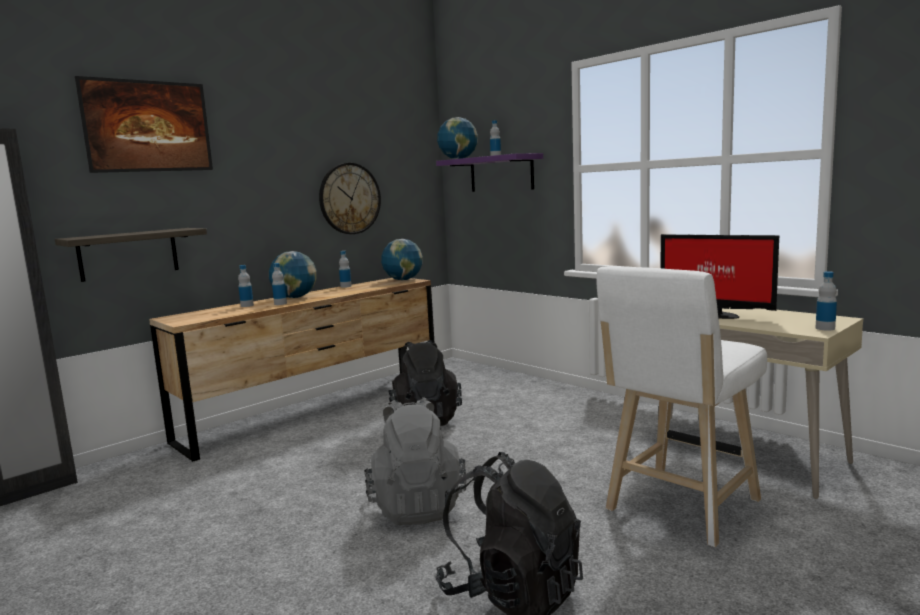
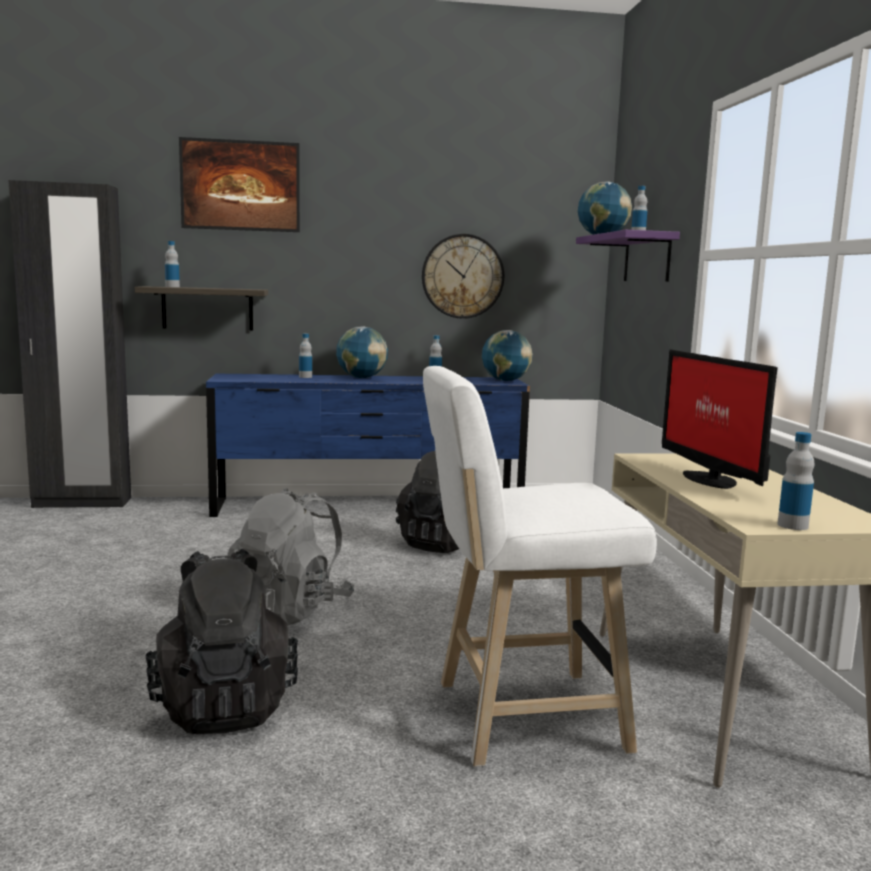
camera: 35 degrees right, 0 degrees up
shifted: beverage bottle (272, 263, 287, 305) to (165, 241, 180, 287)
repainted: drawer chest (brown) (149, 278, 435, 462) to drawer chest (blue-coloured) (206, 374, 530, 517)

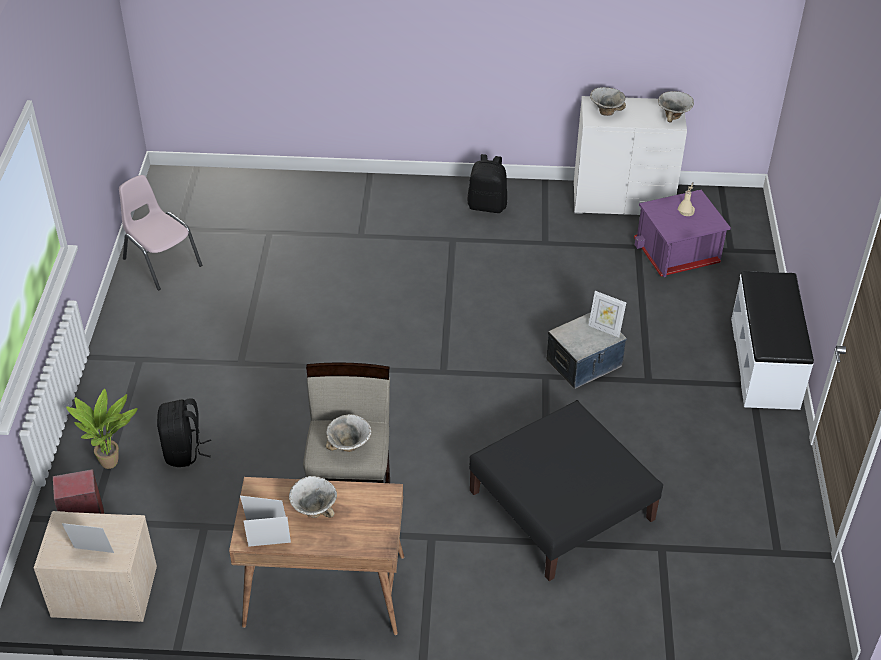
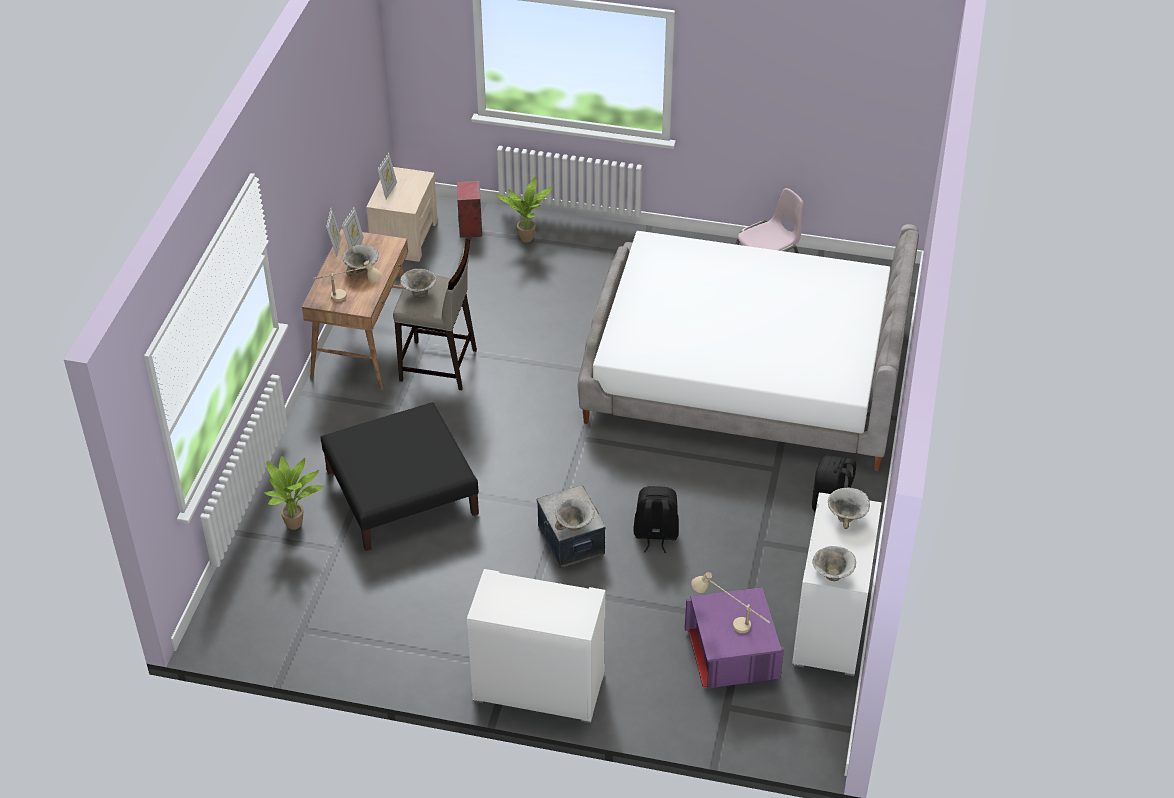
camera: 100 degrees right, 0 degrees up
new: plant in a pot (265, 456, 324, 530); lamp for a table (sand-coloured) (313, 261, 383, 302); sleeping bed (577, 224, 919, 471)
shifted: backpack (black-coloured) (157, 398, 211, 467) to (633, 486, 679, 553)
swapped: photo frame (588, 291, 626, 337) to serving bowl (555, 498, 595, 531); indoor bench (white) (731, 271, 814, 410) to drawer chest (white) (467, 569, 605, 723)

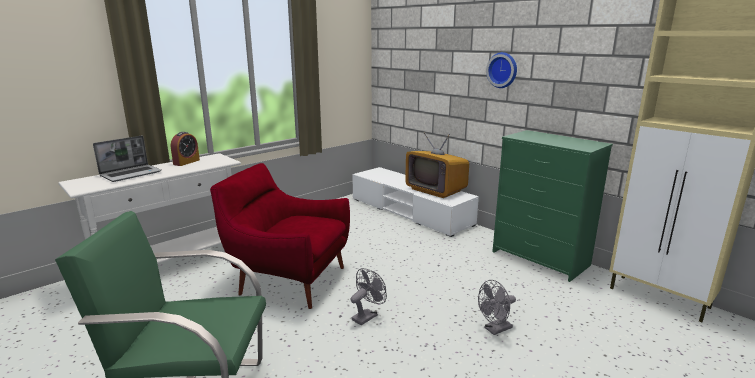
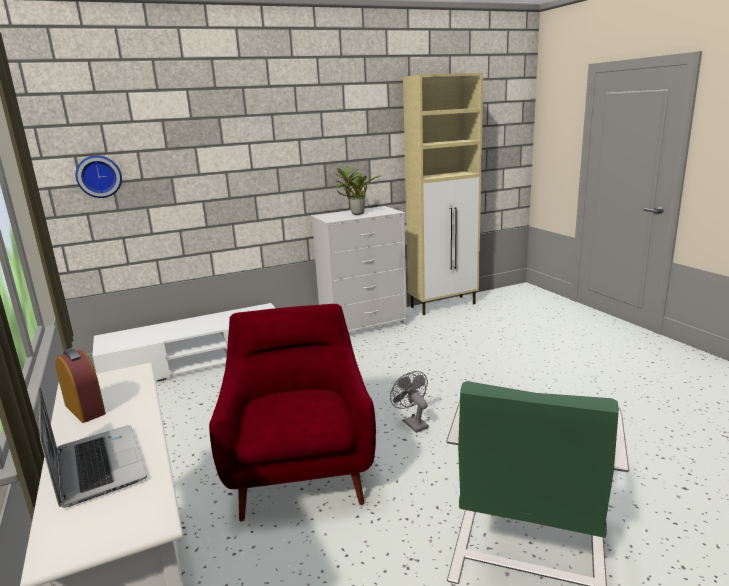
camera: 70 degrees left, 0 degrees up
gone: TV set (405, 132, 469, 198); electric fan (grey) (478, 280, 516, 335)
new: plant in a pot (334, 166, 380, 215)
shifted: wall clock (486, 52, 517, 88) to (76, 155, 122, 198)
repainted: drawer chest (green-coloured) (492, 130, 613, 282) to drawer chest (white) (311, 206, 407, 332)
rotated: easy chair (red) (210, 163, 350, 309) = (209, 304, 376, 522) 135 degrees clockwise

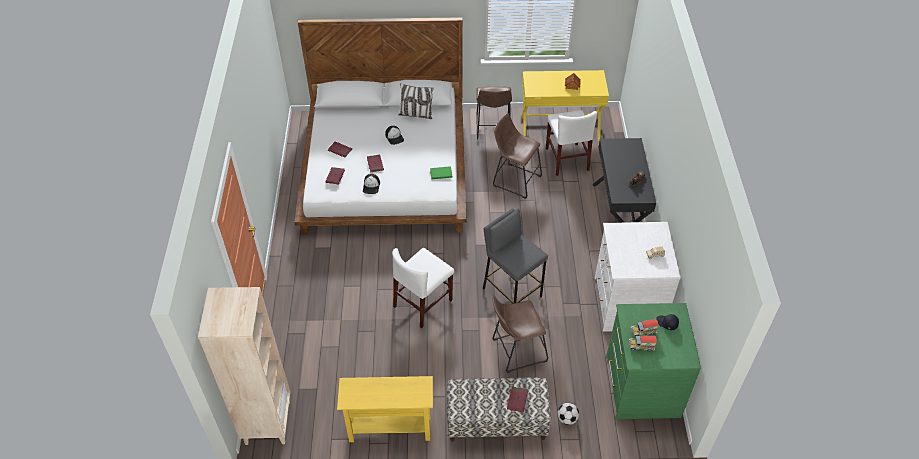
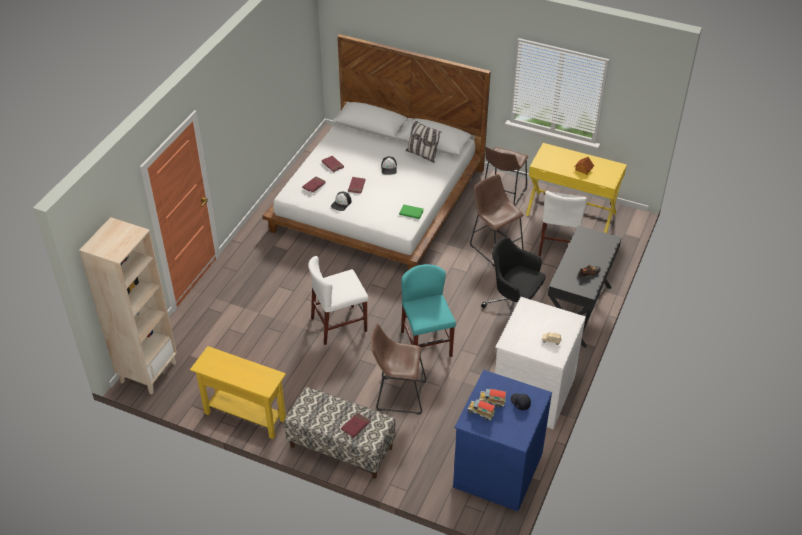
camera: 25 degrees right, 5 degrees down
gone: football ball (557, 403, 579, 425)
new: office chair (black-coloured) (481, 237, 545, 319)
swapped: stool seat (grey) (482, 209, 548, 304) to upright chair (turquoise) (401, 264, 456, 357)
repainted: drawer chest (green-coloured) (606, 303, 701, 419) to drawer chest (blue-coloured) (453, 370, 552, 511)

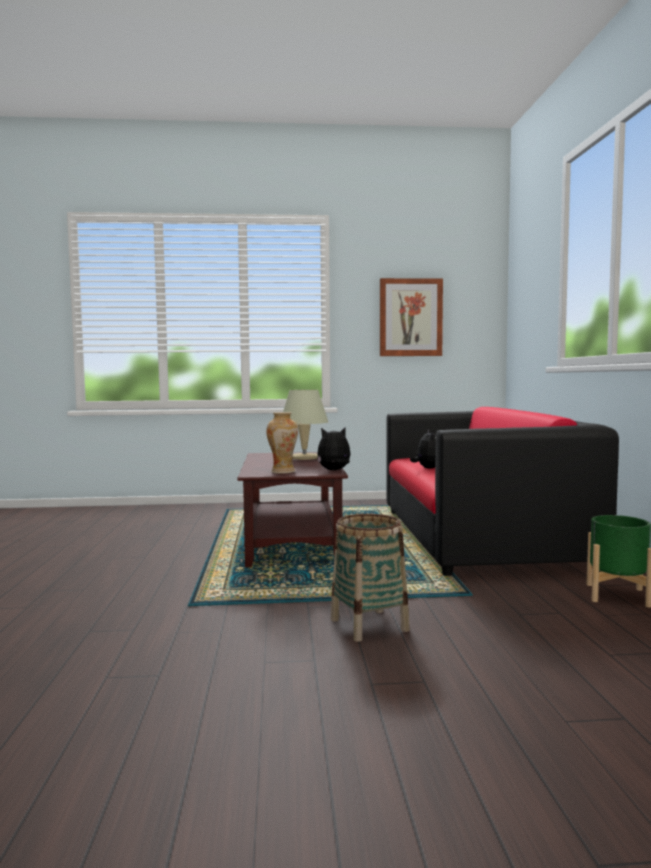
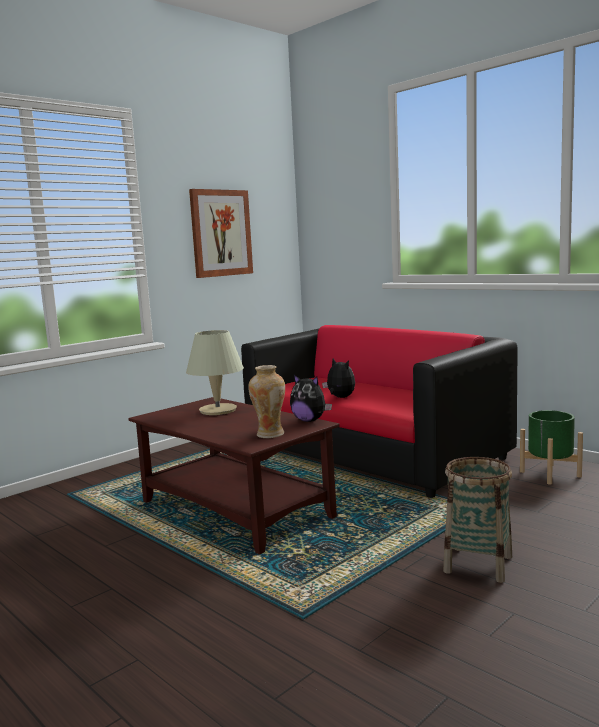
camera: 40 degrees left, 5 degrees up
rotated: plush toy (317, 428, 351, 470) = (290, 375, 332, 422) 90 degrees counterclockwise

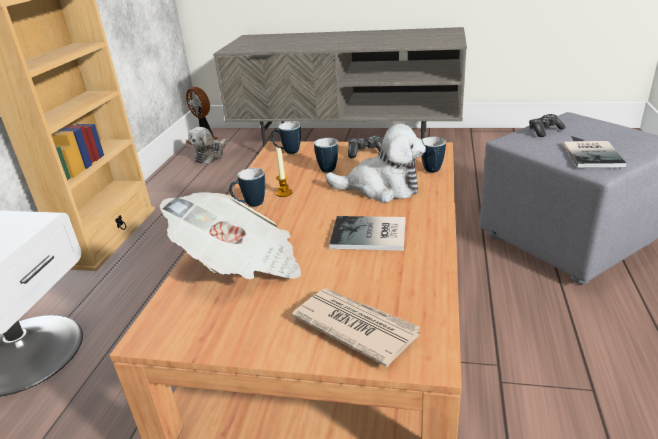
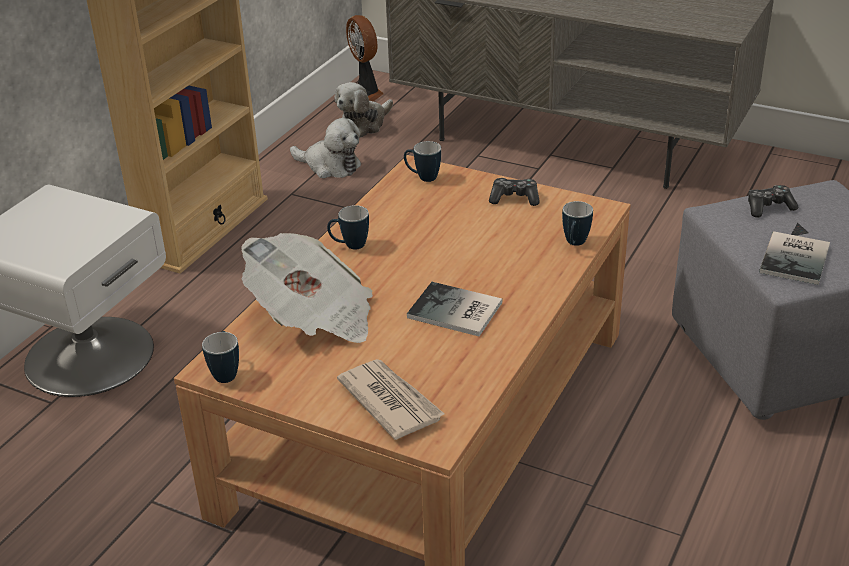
camera: 15 degrees right, 5 degrees up
gone: candle (276, 147, 292, 197)
shifted: coffee mug (314, 138, 338, 172) to (202, 331, 239, 383); plush toy (325, 124, 426, 203) to (290, 118, 361, 178)

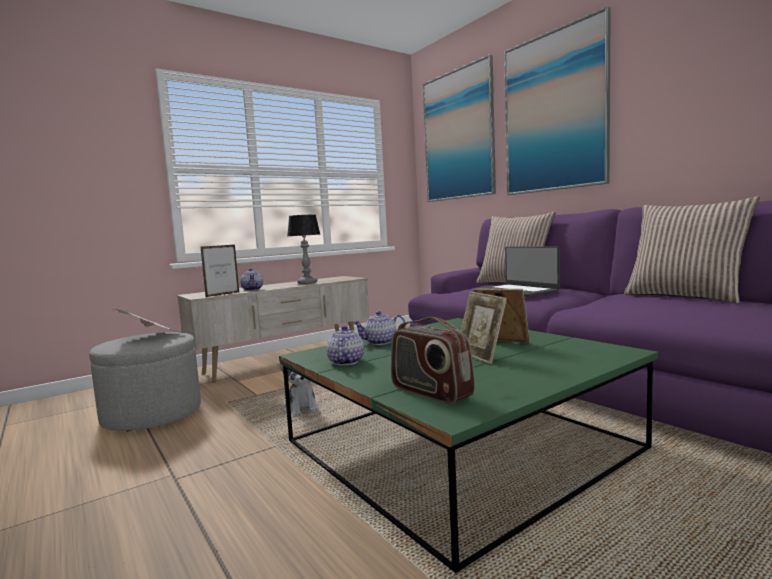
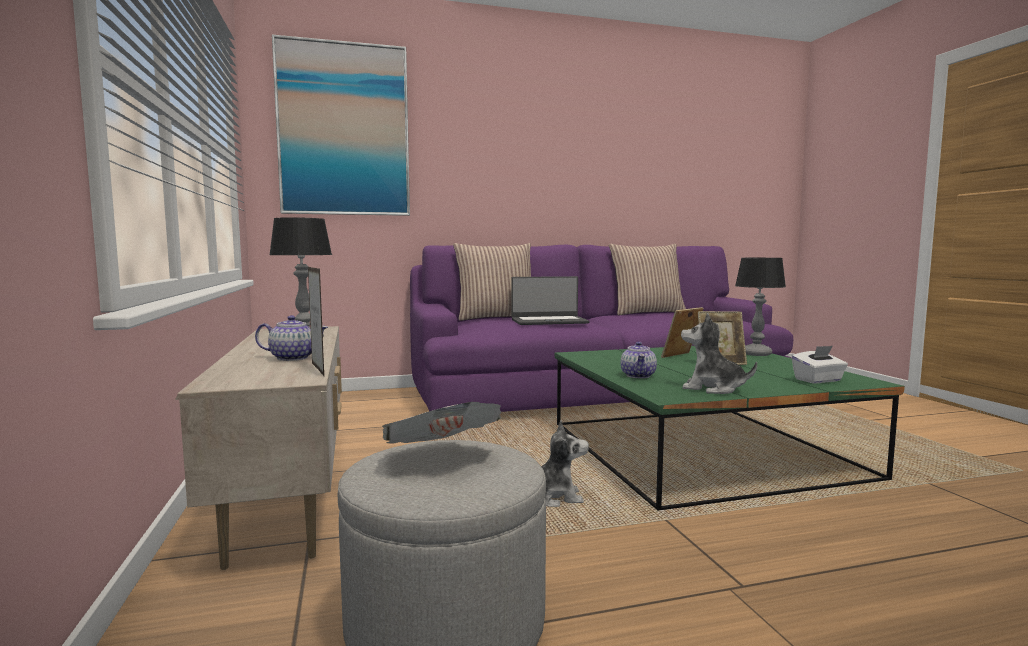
camera: 70 degrees left, 0 degrees up
gone: picture (504, 6, 611, 195)
new: lamp for a table (735, 258, 786, 356)
swapped: pot for tea (326, 326, 364, 366) to plush toy (681, 313, 757, 394); radio receiver (391, 317, 475, 404) to tissue box (white) (792, 346, 848, 384)

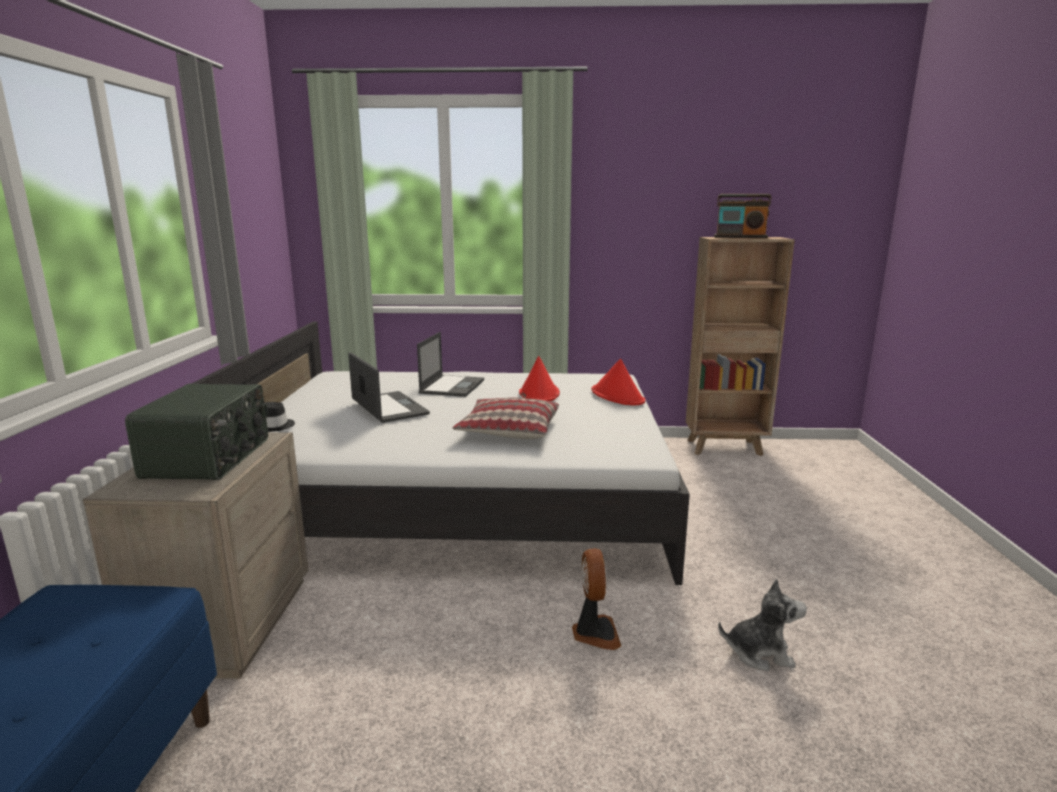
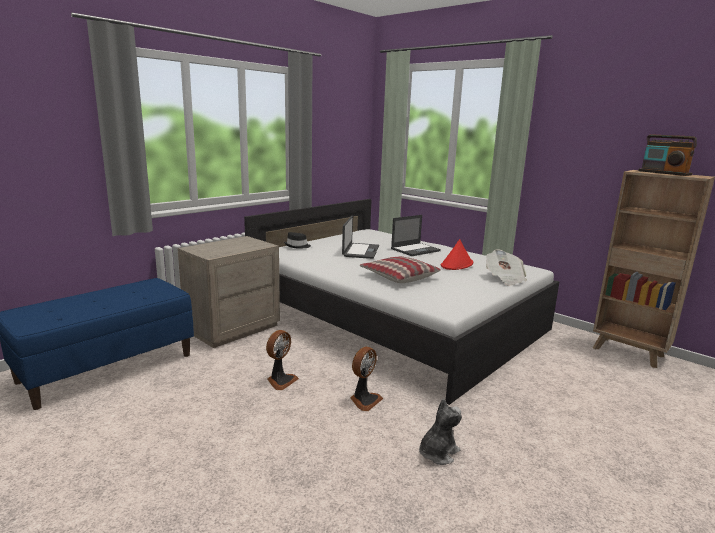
camera: 40 degrees right, 0 degrees up
gone: radio receiver (125, 384, 268, 480)
new: electric fan (266, 330, 299, 390)
swapped: hat (red) (591, 359, 645, 405) to printed paper (486, 249, 527, 286)
rotated: plush toy (718, 579, 807, 671) = (419, 399, 462, 465) 90 degrees counterclockwise

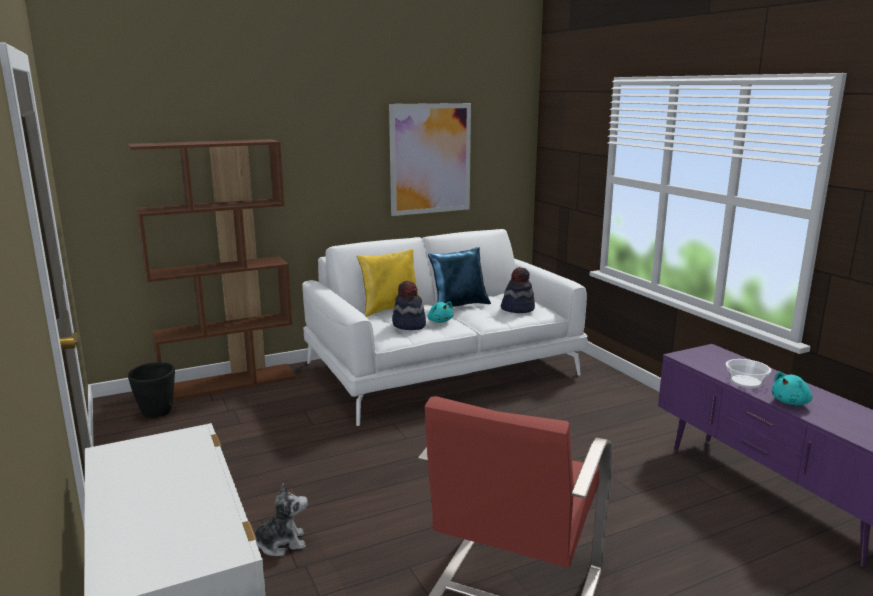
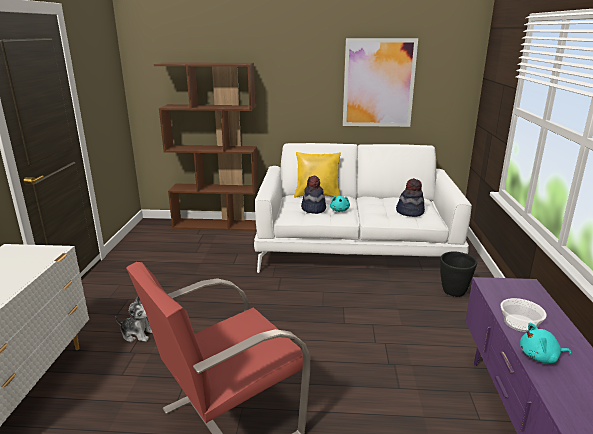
camera: 30 degrees right, 5 degrees up
gone: throw pillow (blue-coloured) (428, 247, 491, 307)
shifted: flower pot (black-coloured) (128, 362, 175, 418) to (440, 251, 477, 297)

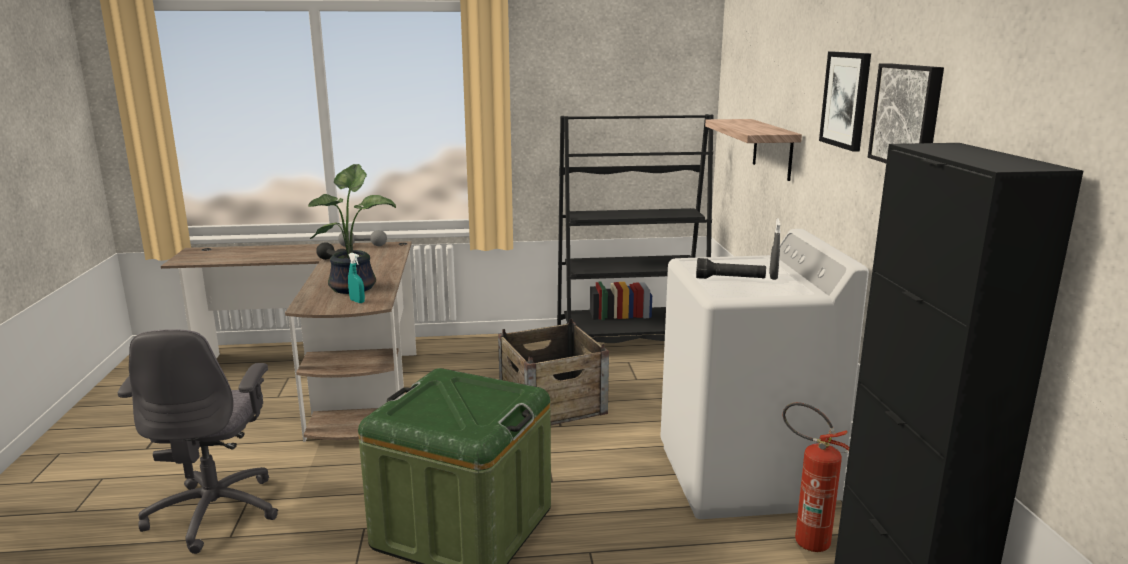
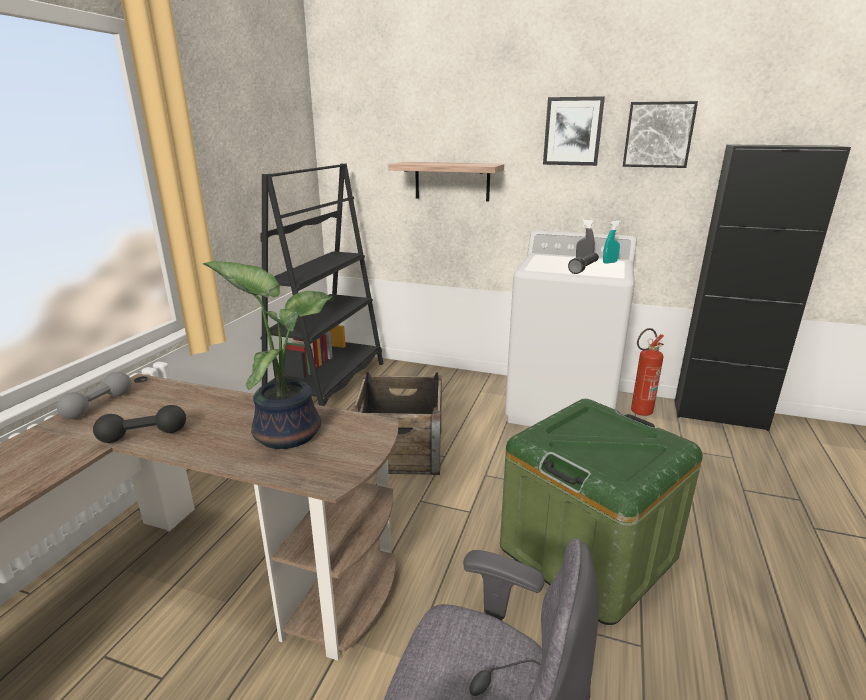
camera: 65 degrees left, 5 degrees up
shifted: sprayer (turquoise) (348, 253, 365, 303) to (603, 220, 622, 264)

